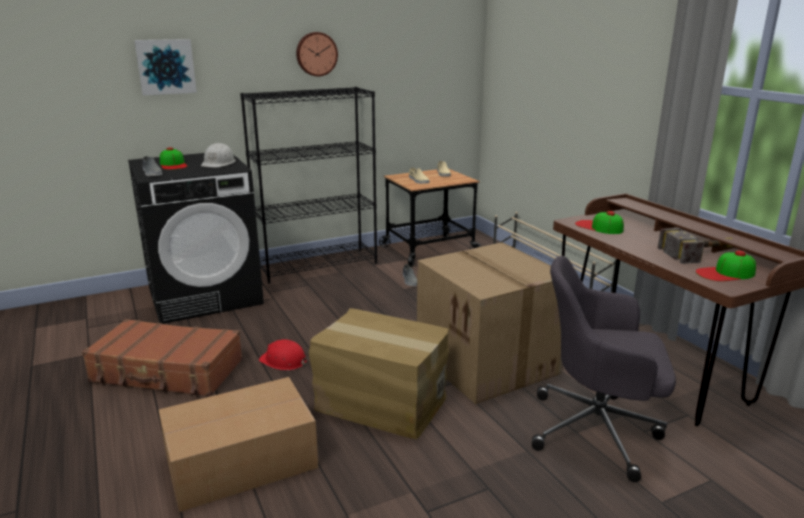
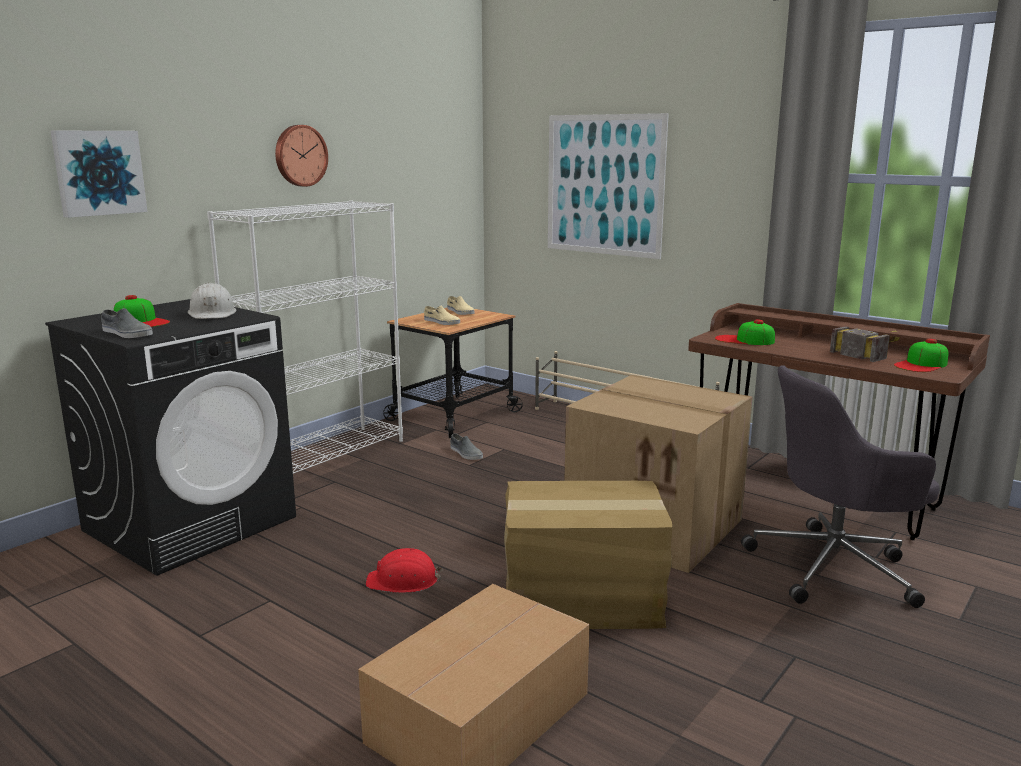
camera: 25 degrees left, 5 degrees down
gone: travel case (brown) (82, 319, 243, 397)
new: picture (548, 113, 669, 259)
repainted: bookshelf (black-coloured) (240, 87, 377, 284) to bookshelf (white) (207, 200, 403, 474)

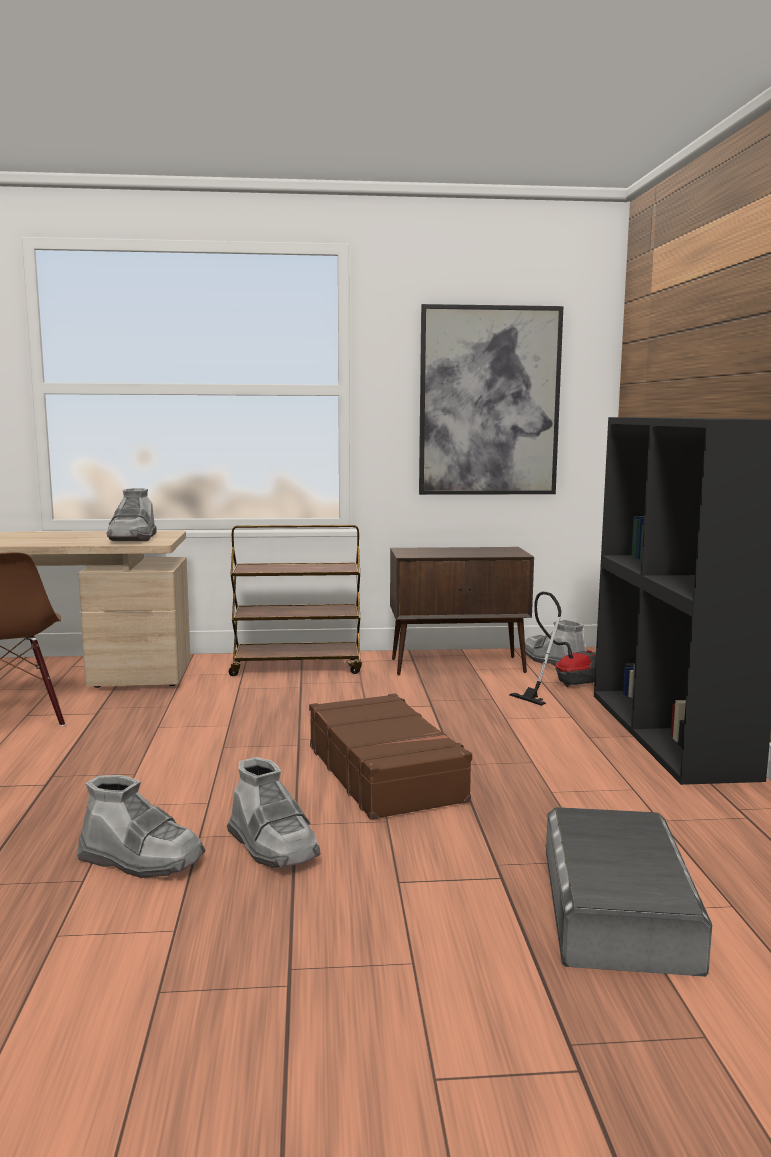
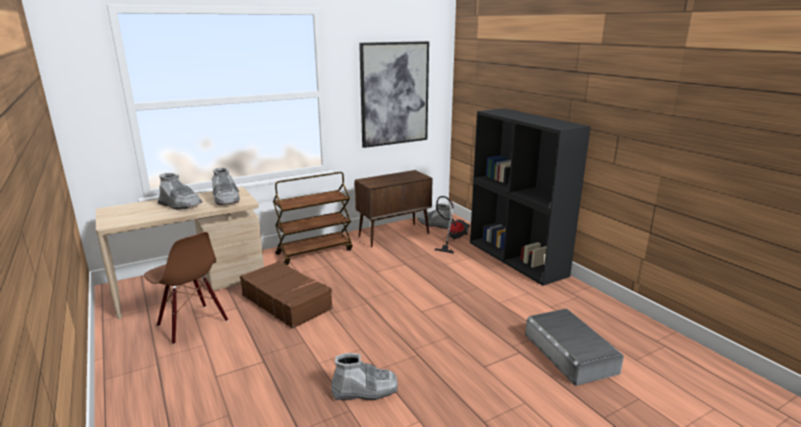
camera: 25 degrees left, 10 degrees up
shifted: tall boot (grey) (227, 757, 321, 868) to (158, 173, 202, 210); travel case (brown) (309, 694, 472, 820) to (240, 261, 333, 329)

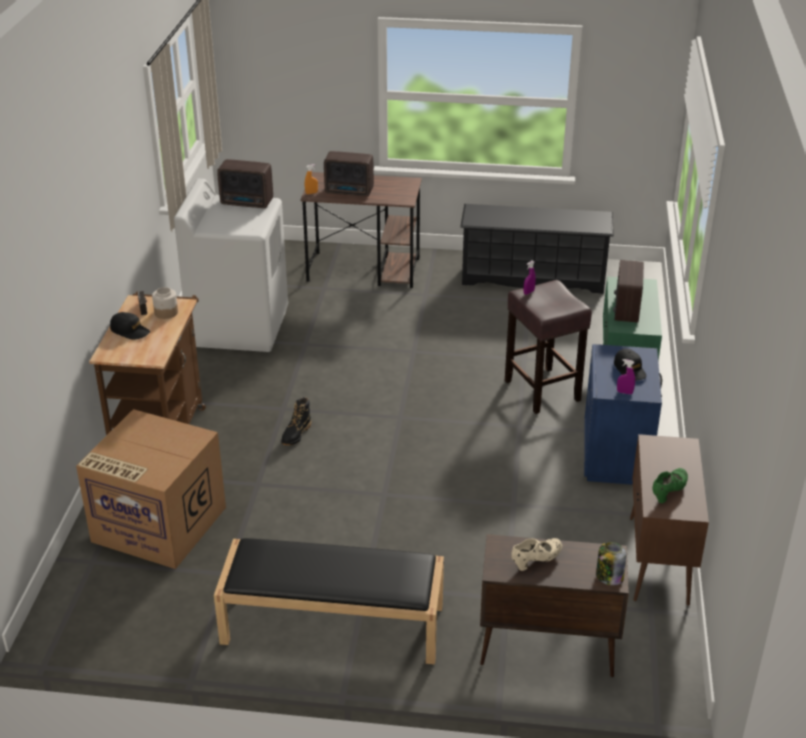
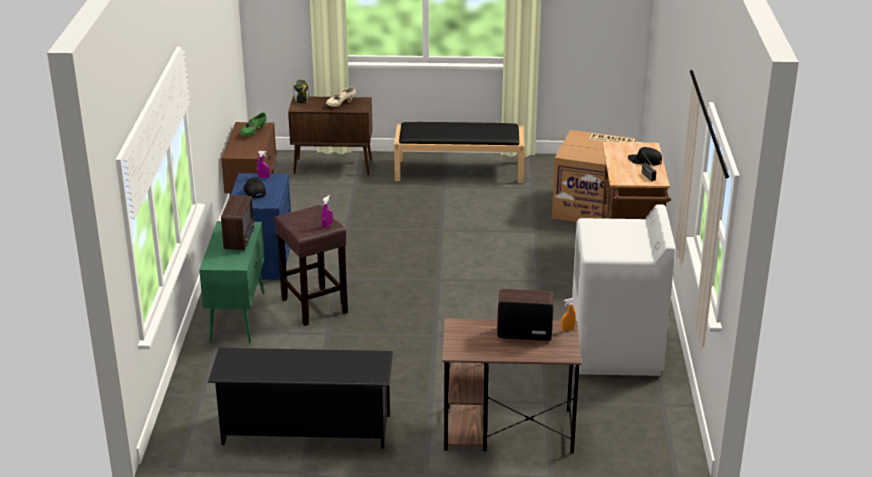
camera: 175 degrees right, 5 degrees down
gone: jar (152, 287, 178, 319); radio receiver (217, 159, 273, 208); tall boot (black-coloured) (281, 397, 311, 445)

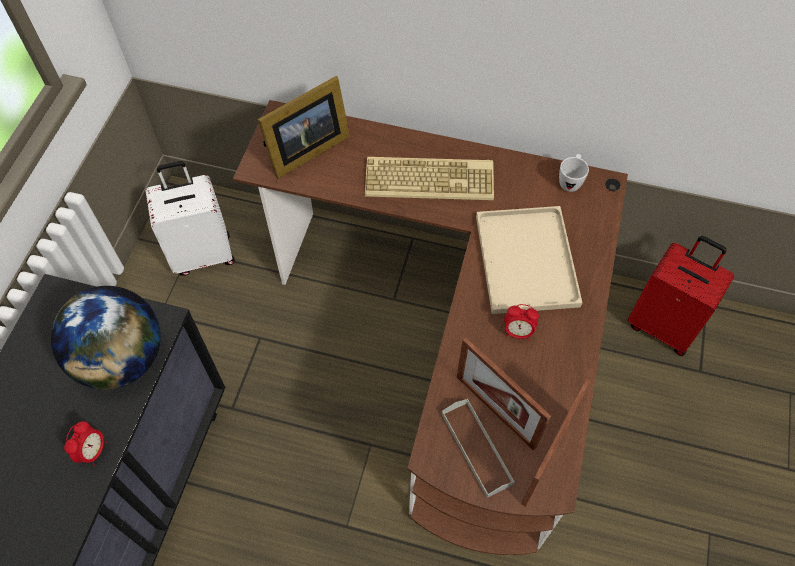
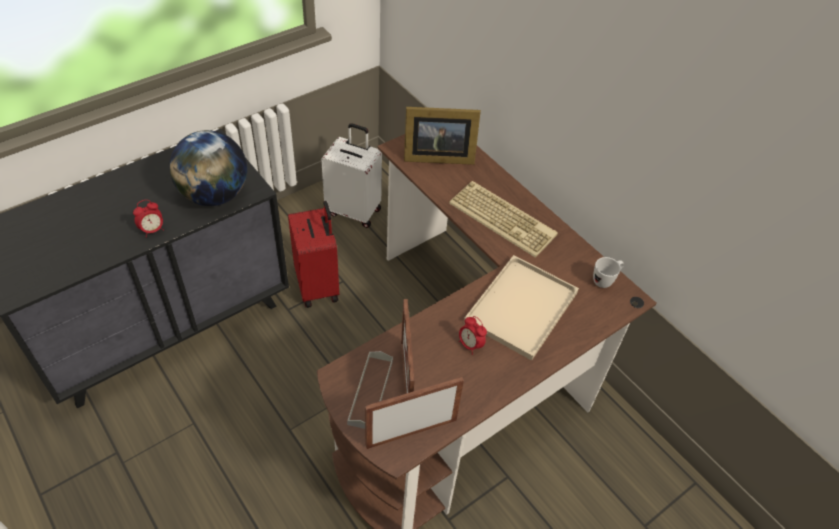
camera: 35 degrees right, 10 degrees down
shifted: travel case (red) (628, 236, 734, 356) to (288, 201, 339, 308)

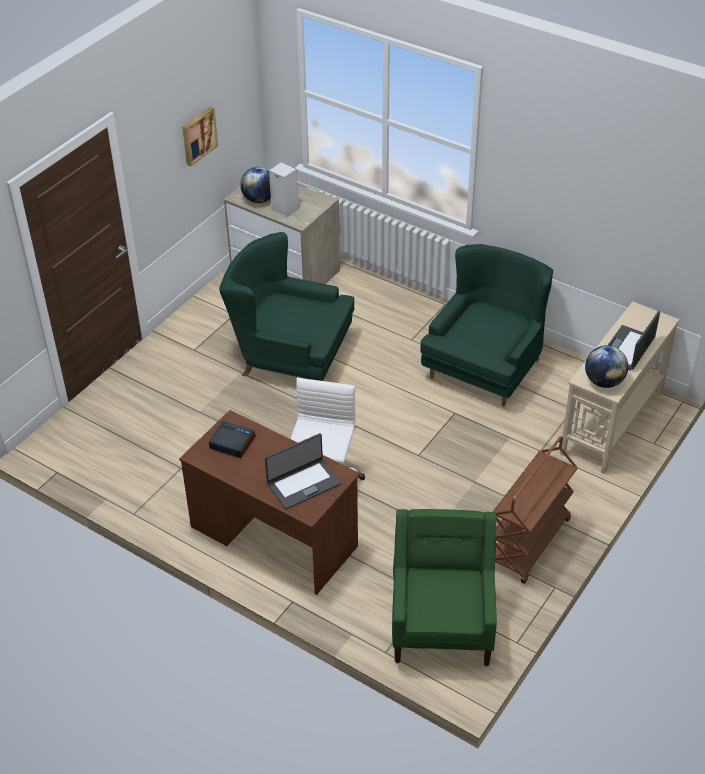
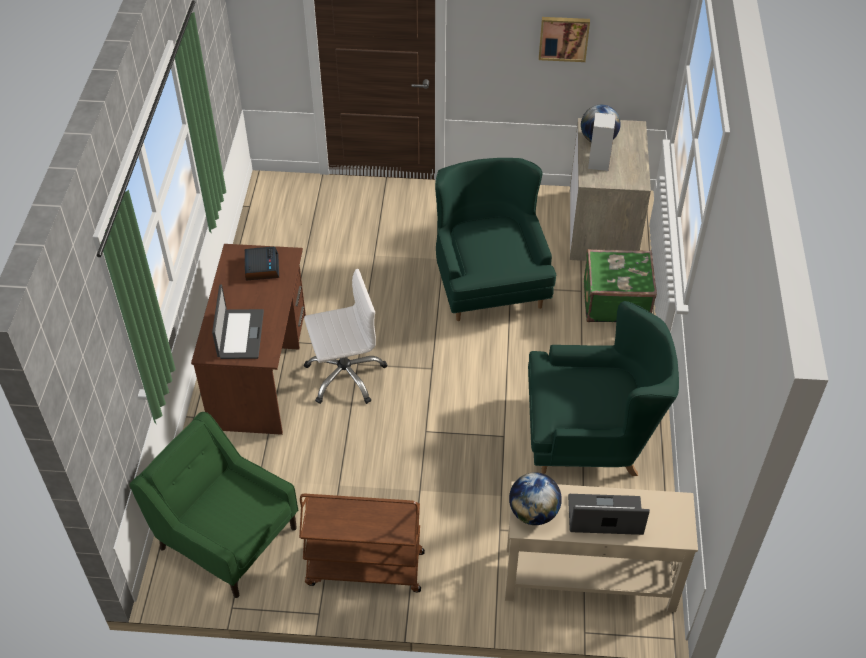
camera: 60 degrees right, 5 degrees up
new: travel case (green-coloured) (584, 249, 657, 322)
rotated: portable computer (265, 433, 341, 509) = (212, 284, 264, 359) 120 degrees counterclockwise; easy chair (green-coloured) (392, 509, 497, 666) = (130, 412, 298, 598) 120 degrees counterclockwise

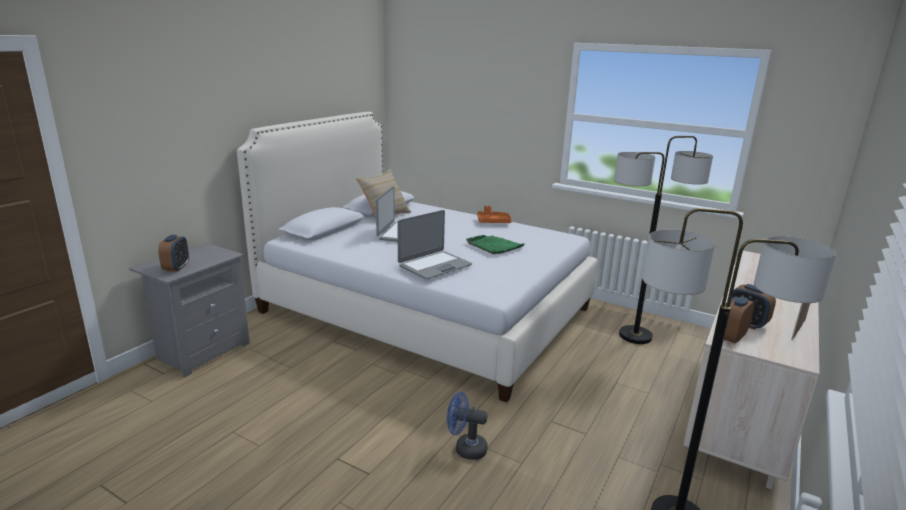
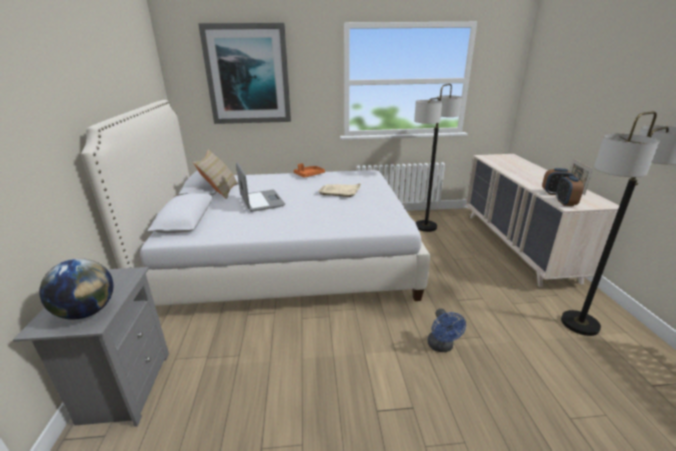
camera: 35 degrees left, 5 degrees up
gone: portable computer (398, 210, 472, 279)
new: picture (198, 23, 291, 124)
swapped: table clock (158, 235, 189, 272) to desk globe (39, 258, 114, 319)
repainted: tray (green-coloured) (466, 235, 525, 254) to tray (sand-coloured) (318, 183, 361, 197)
rotated: electric fan (blue-coloured) (447, 392, 488, 460) = (427, 309, 466, 352) 75 degrees counterclockwise

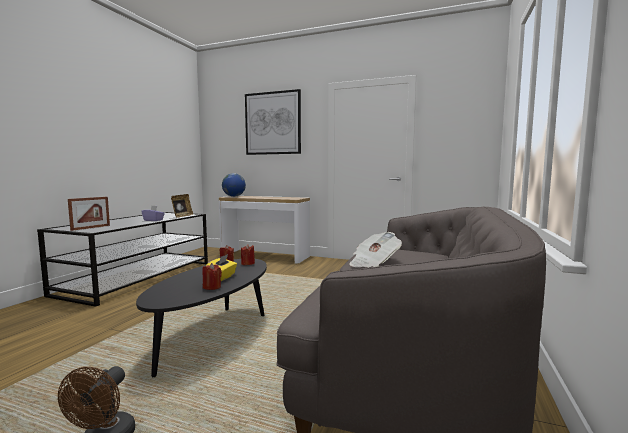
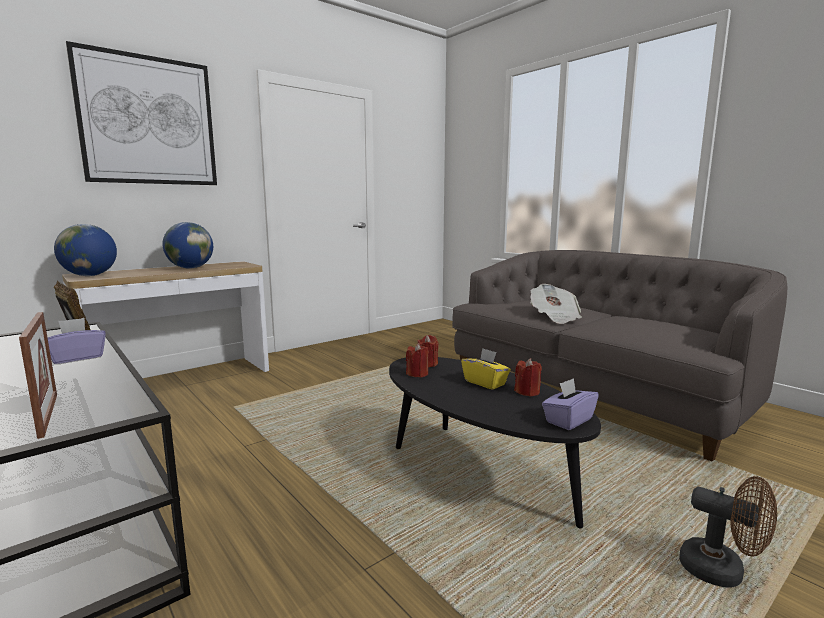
camera: 60 degrees left, 5 degrees up
new: desk globe (162, 222, 213, 269); tissue box (purple-coloured) (542, 378, 599, 430)

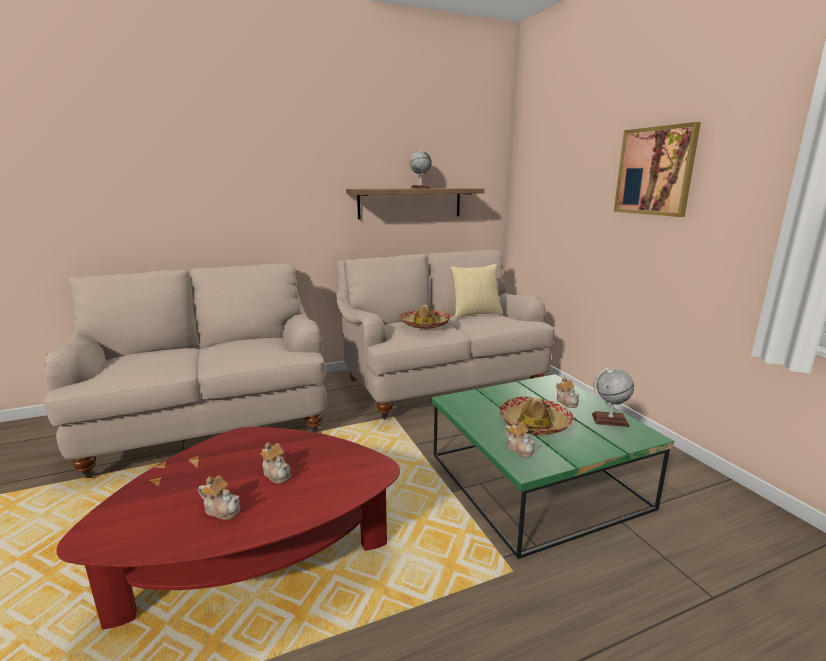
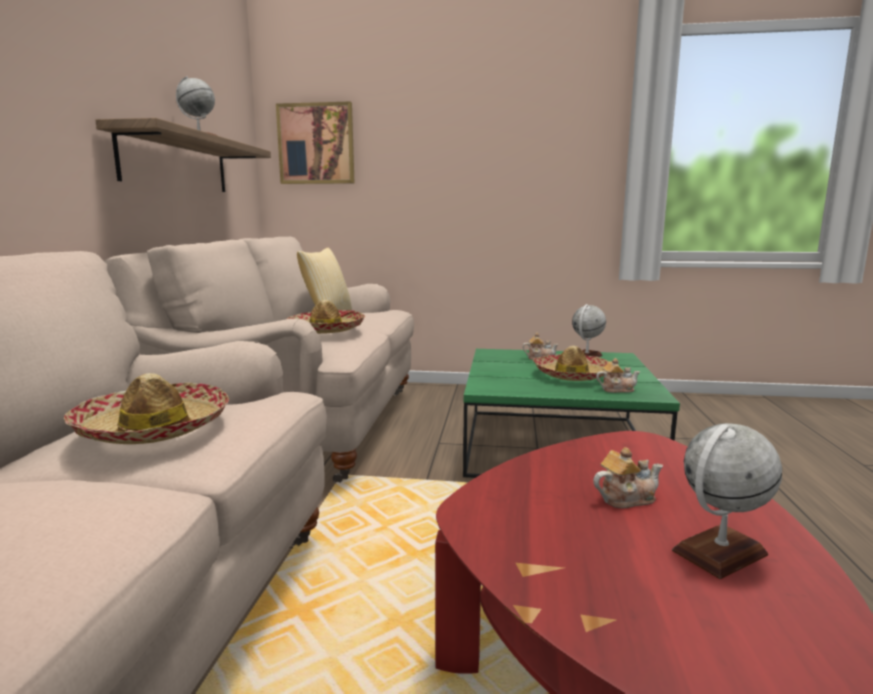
camera: 60 degrees left, 5 degrees down
new: hat (64, 373, 229, 444)
shifted: picture (614, 122, 701, 217) to (276, 101, 354, 184)
swapped: pot for tea (198, 475, 240, 520) to desk globe (672, 423, 782, 579)

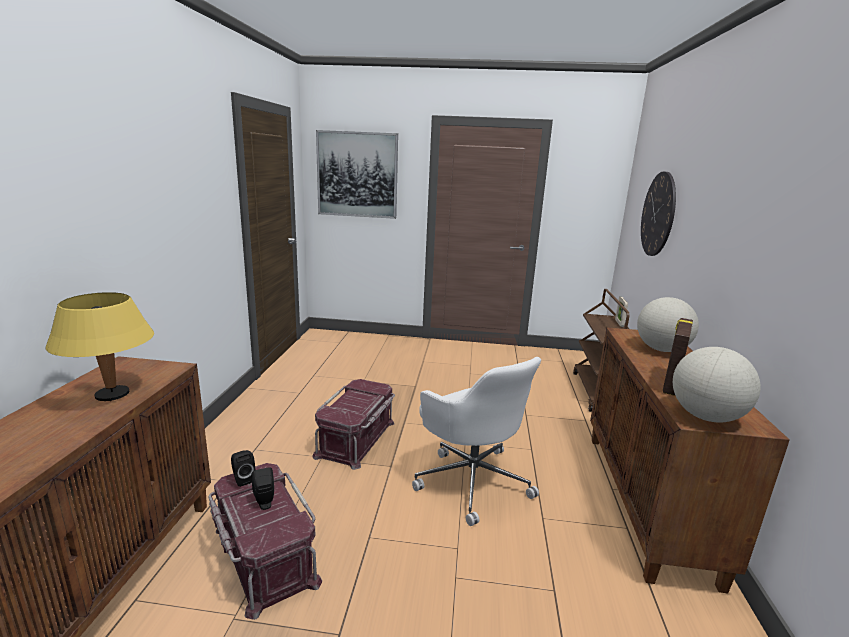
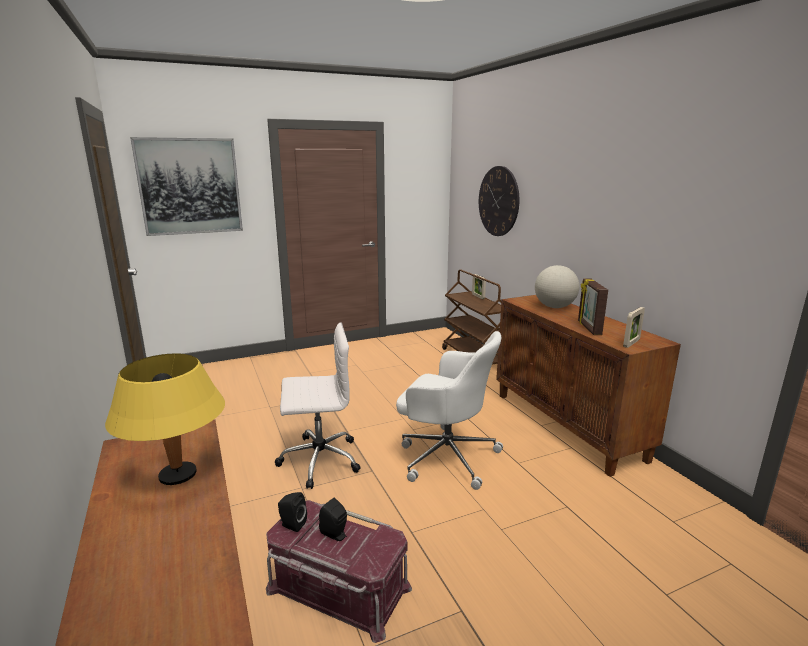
camera: 30 degrees left, 0 degrees up
swapped: storage container (red) (312, 379, 395, 470) to office chair (white) (275, 323, 361, 489); desk globe (673, 347, 761, 422) to photo frame (623, 307, 645, 348)

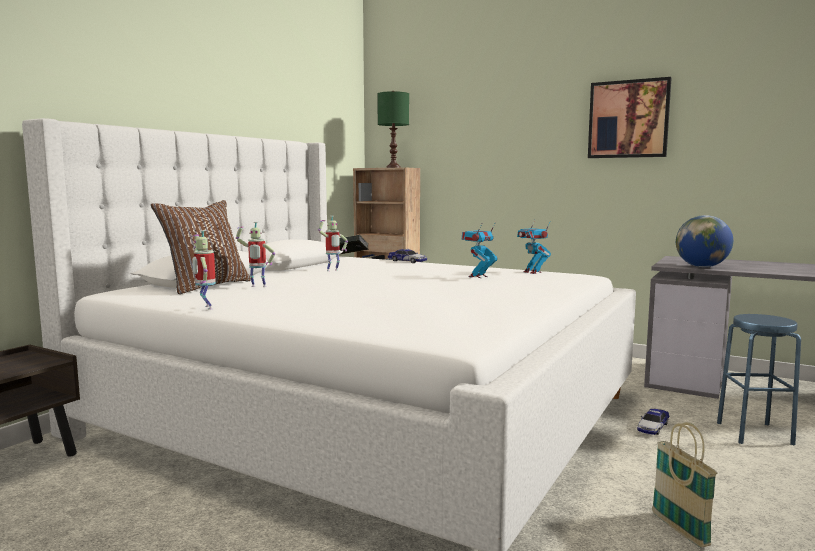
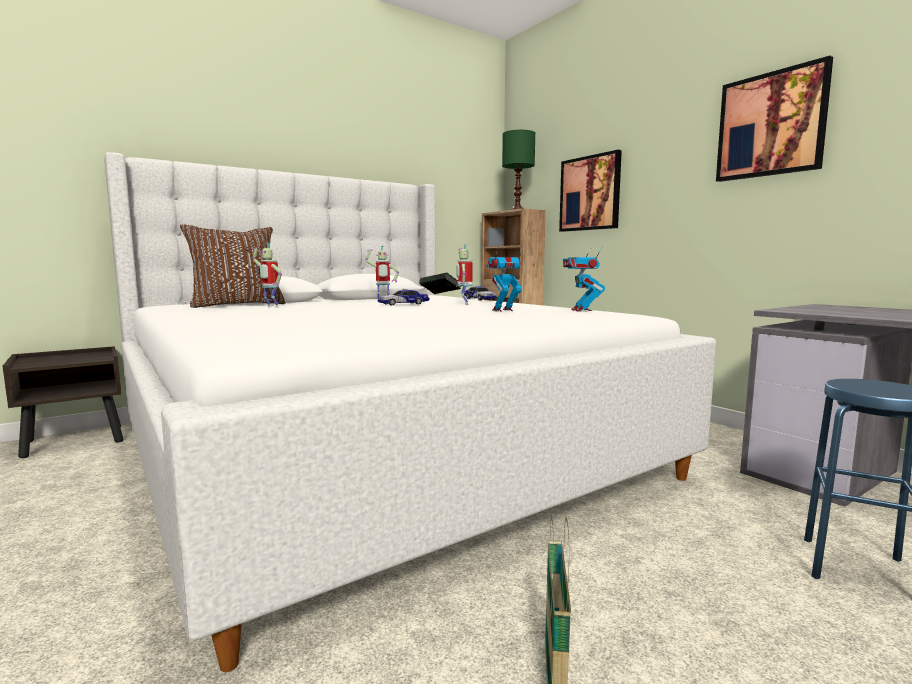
camera: 25 degrees right, 0 degrees up
gone: desk globe (676, 215, 733, 267)
new: picture (559, 150, 622, 232)
shifted: robot figure (192, 230, 216, 310) to (457, 244, 473, 305); model car (637, 409, 670, 435) to (378, 289, 430, 305)

